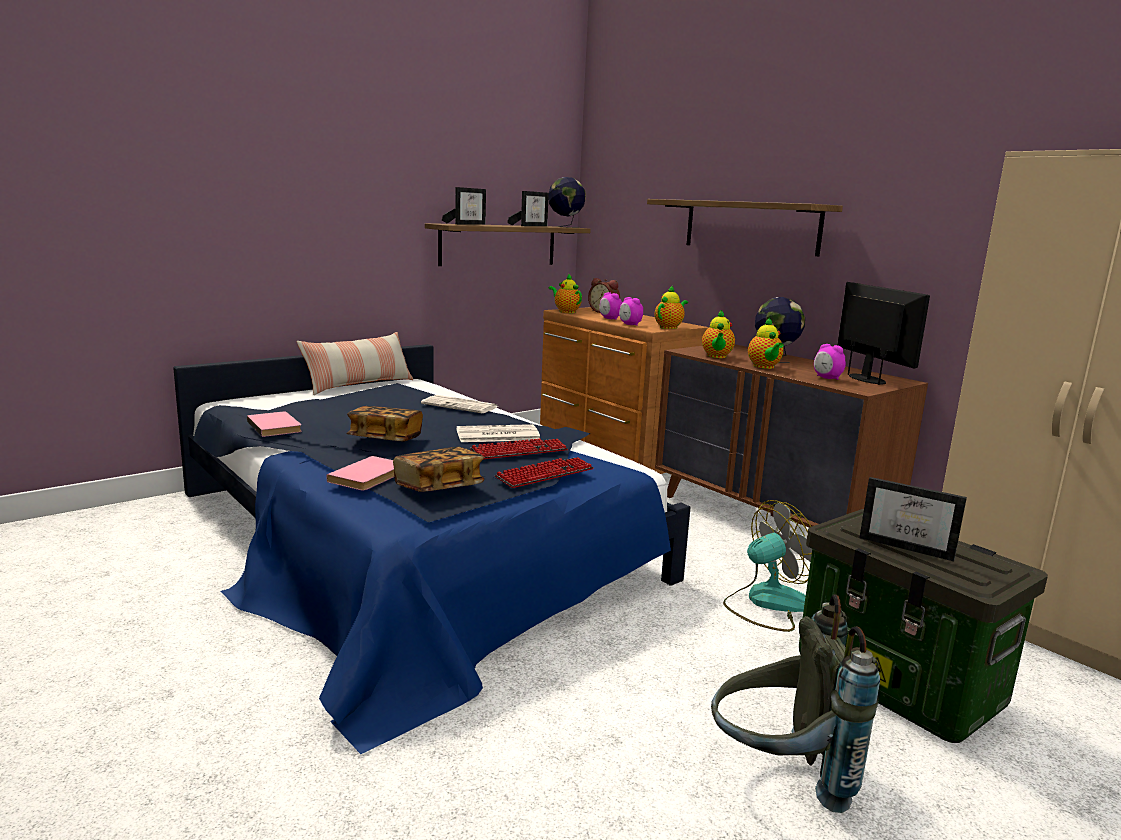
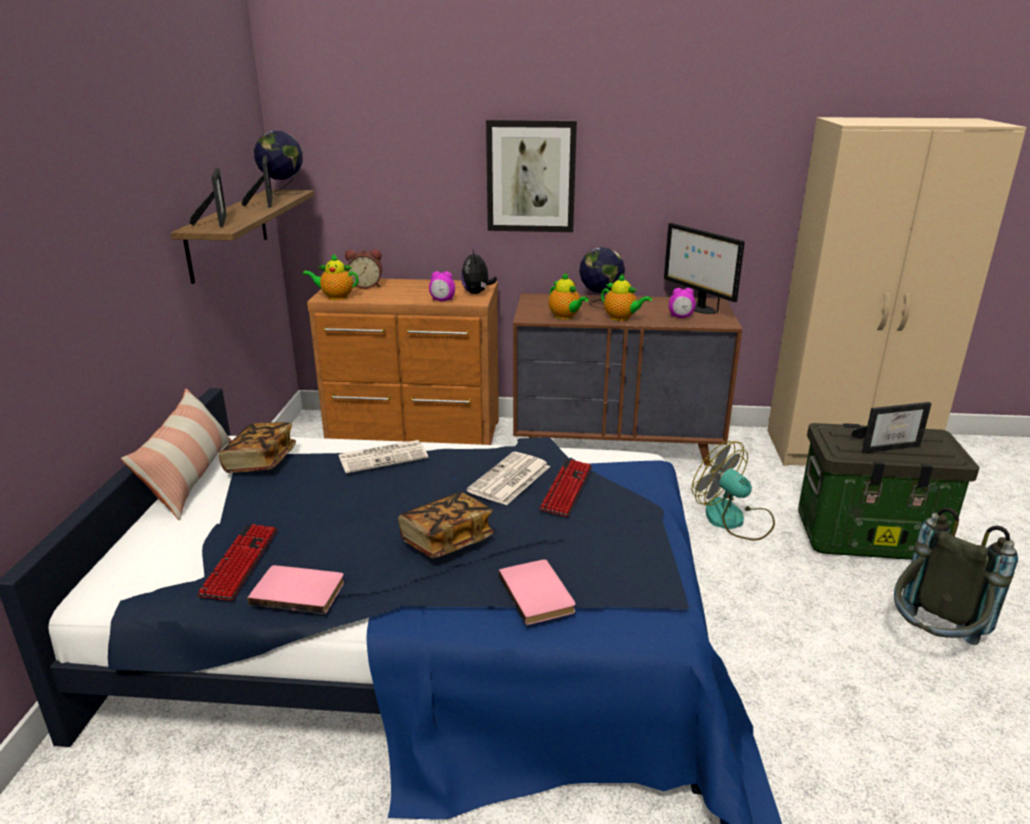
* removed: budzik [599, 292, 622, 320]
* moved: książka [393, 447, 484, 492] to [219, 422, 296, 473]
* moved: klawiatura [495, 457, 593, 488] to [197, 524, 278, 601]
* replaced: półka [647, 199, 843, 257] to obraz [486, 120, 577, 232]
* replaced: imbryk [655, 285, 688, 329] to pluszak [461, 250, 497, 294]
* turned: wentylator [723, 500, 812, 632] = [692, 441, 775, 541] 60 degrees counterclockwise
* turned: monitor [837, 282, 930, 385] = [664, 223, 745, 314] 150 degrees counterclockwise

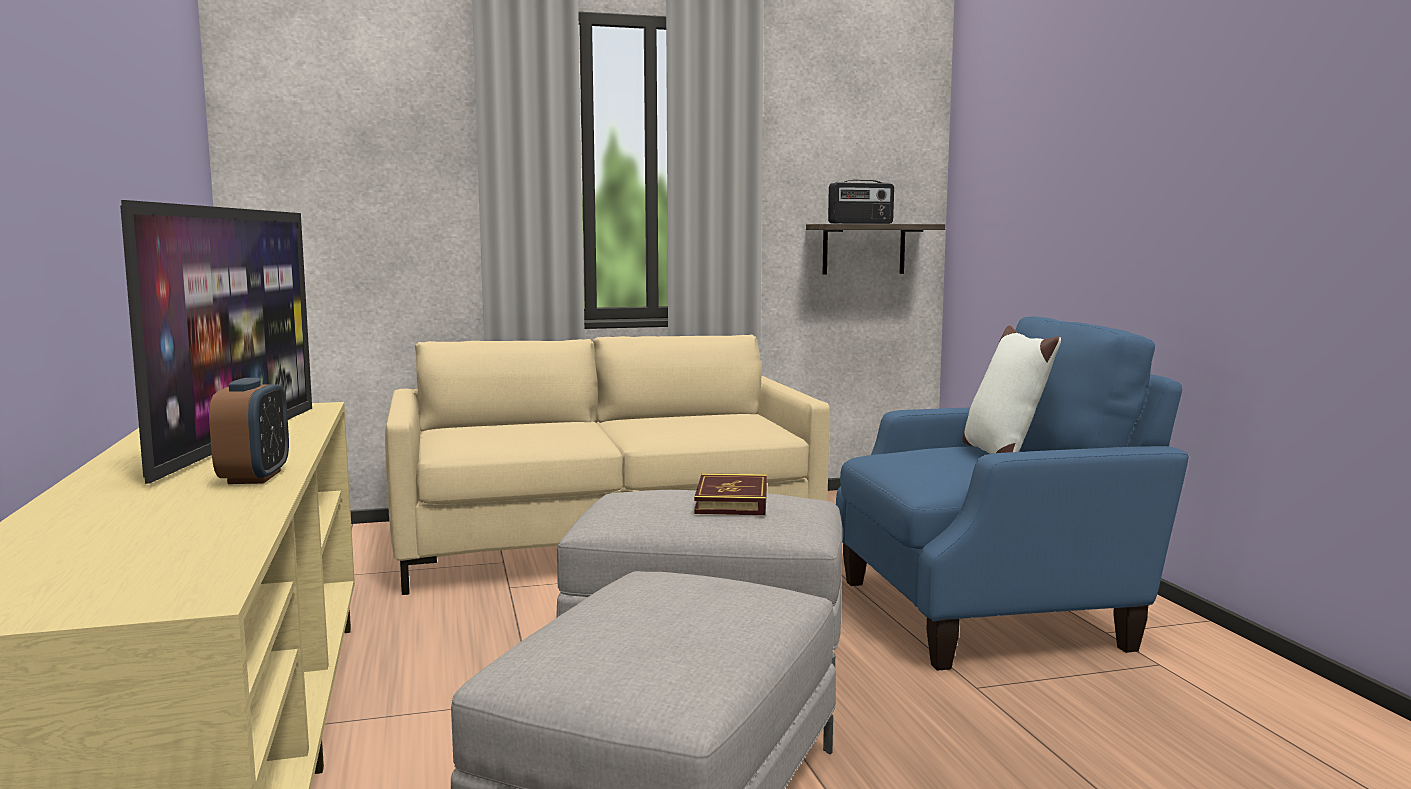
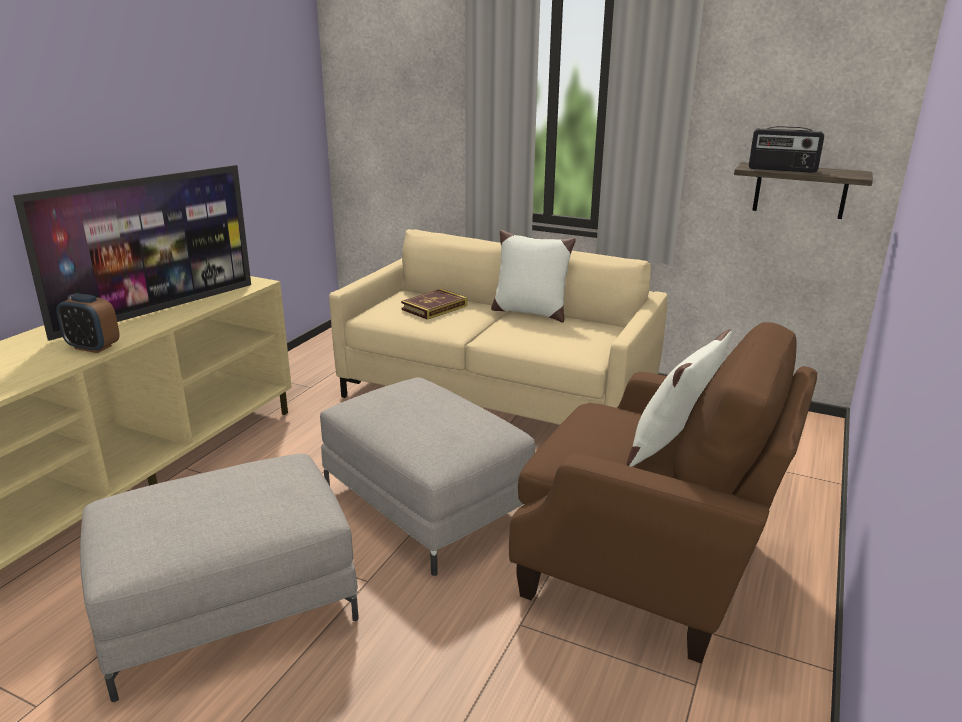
* added: poduszka [biały] [491, 230, 576, 323]
* moved: książka [694, 473, 767, 515] to [401, 289, 467, 320]
* recoloured: fotel [niebieski] [836, 316, 1189, 671] to fotel [brązowy] [509, 322, 817, 664]
* turned: budzik [209, 378, 289, 484] = [56, 294, 120, 353] 75 degrees clockwise

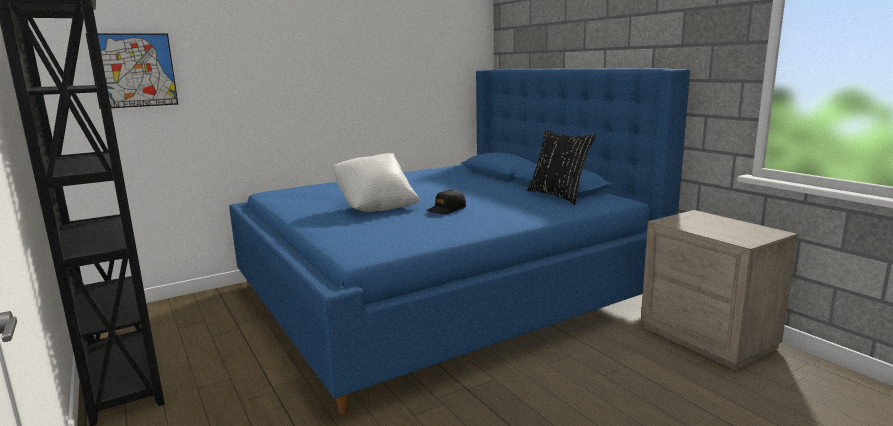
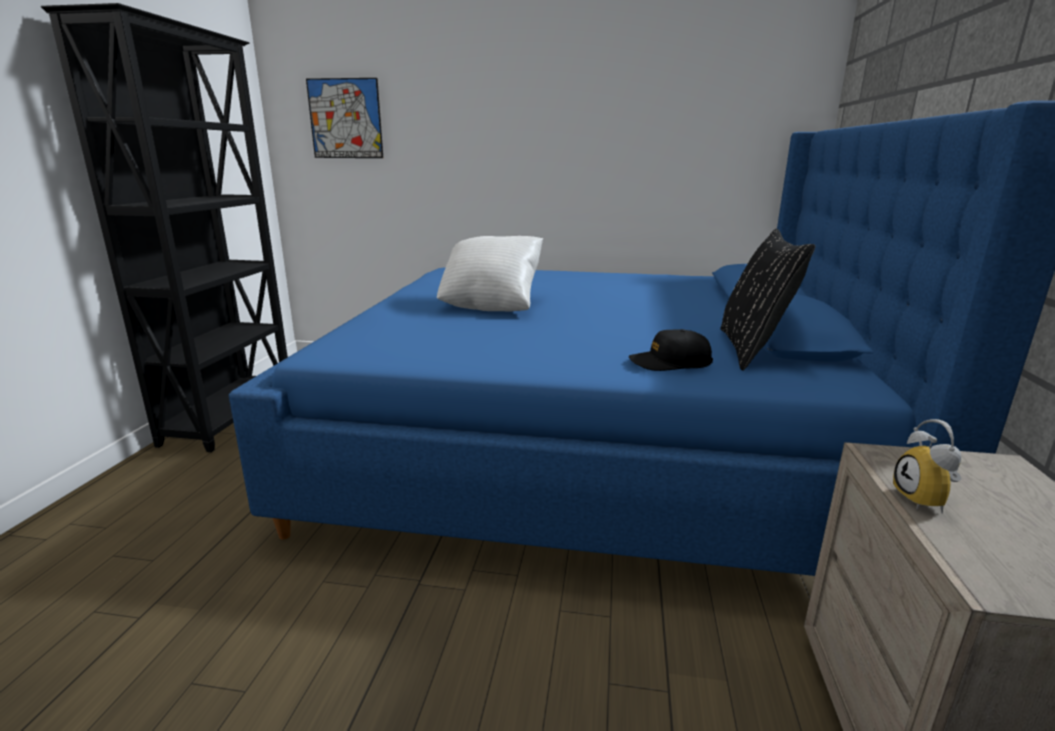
* added: budzik [893, 419, 961, 514]
* moved: czapka z daszkiem [czarny] [426, 190, 466, 214] to [629, 329, 713, 371]

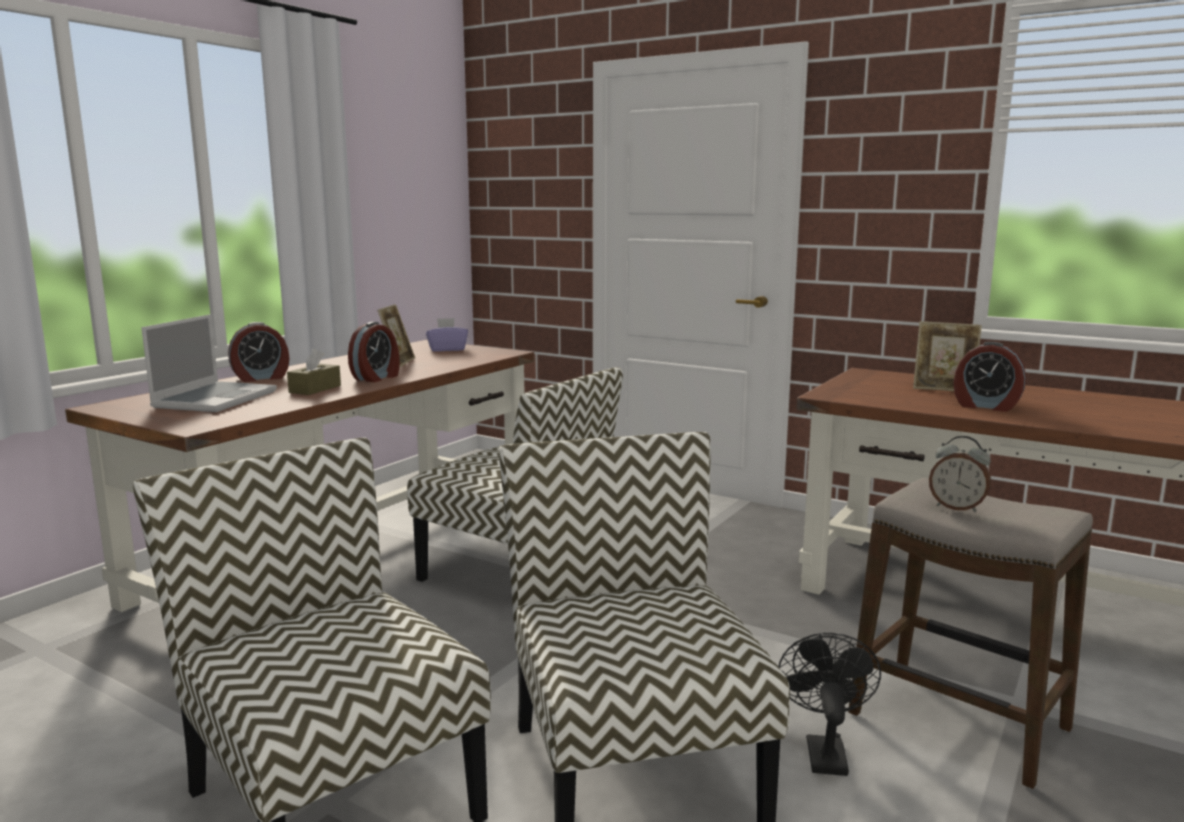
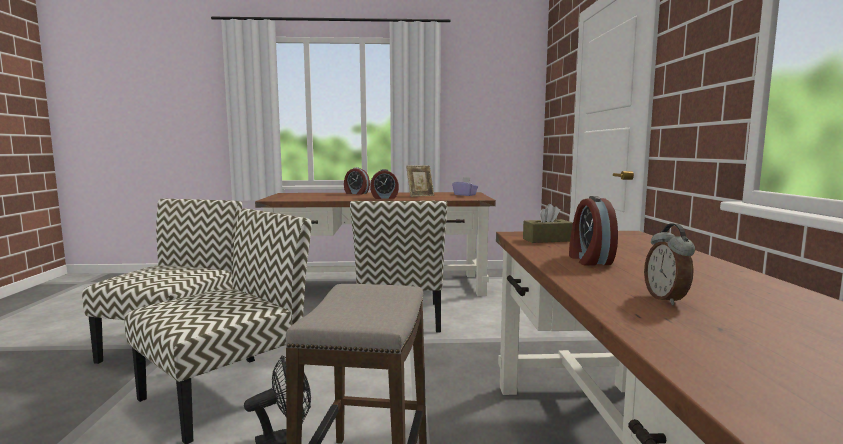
* removed: laptop [141, 314, 277, 412]
* removed: ramka na zdjęcie [913, 321, 982, 391]
* moved: pudełko chusteczek [brązowy] [287, 349, 341, 395] to [523, 204, 573, 243]
* moved: budzik [929, 436, 991, 512] to [644, 223, 695, 305]

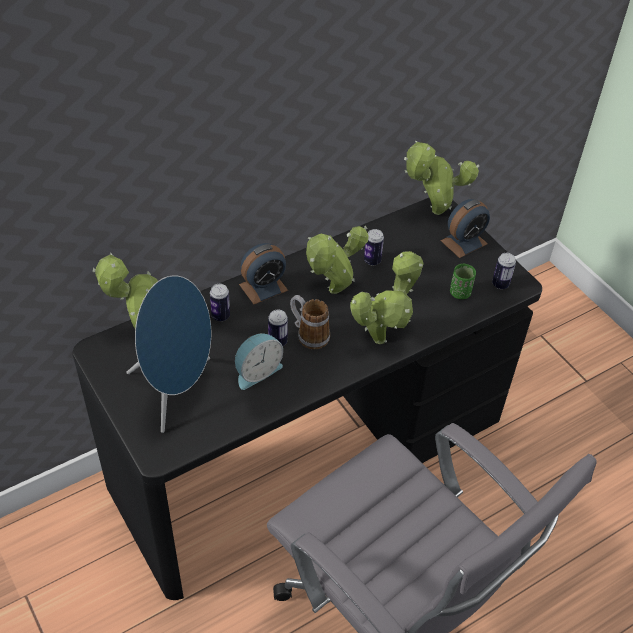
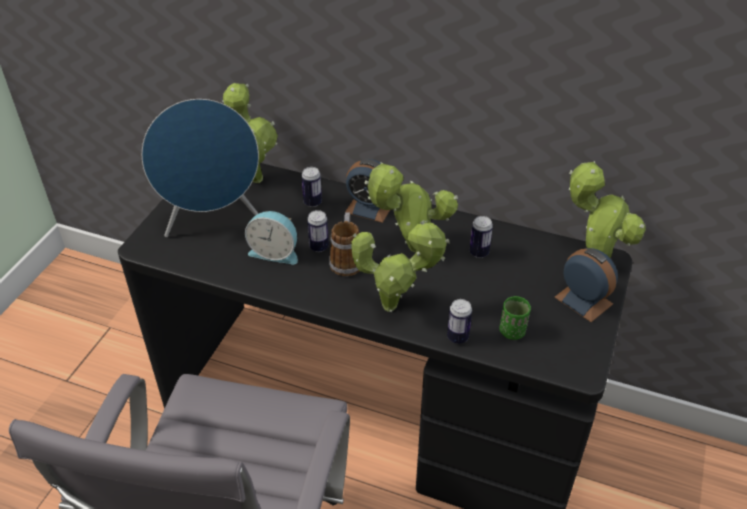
* moved: puszka [492, 253, 516, 289] to [447, 299, 472, 344]
* turned: budzik [441, 199, 490, 258] = [555, 248, 618, 322] 150 degrees counterclockwise

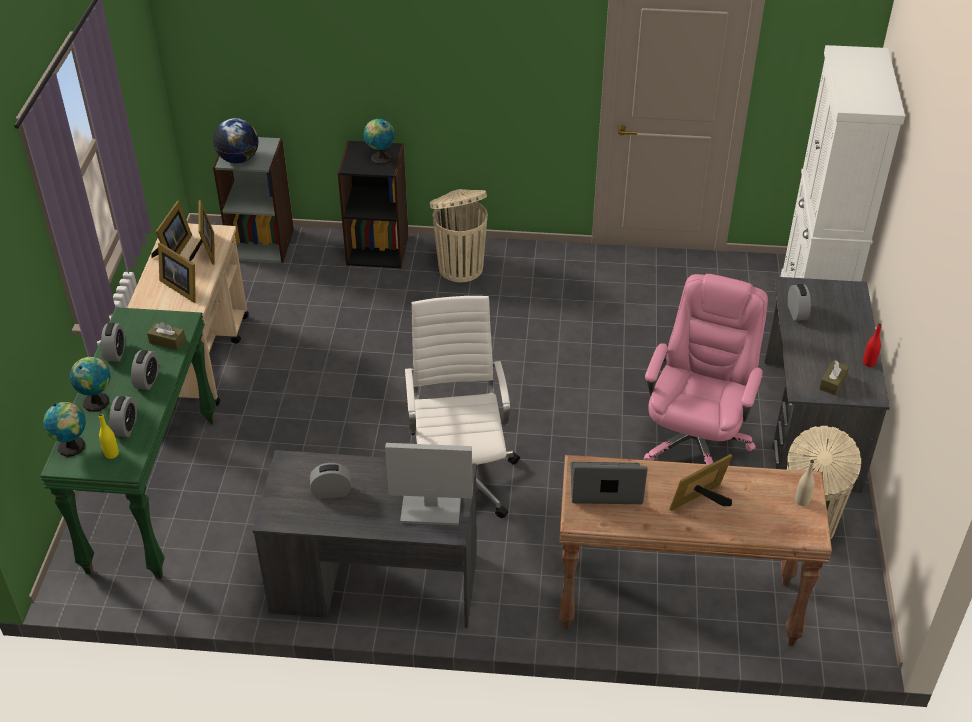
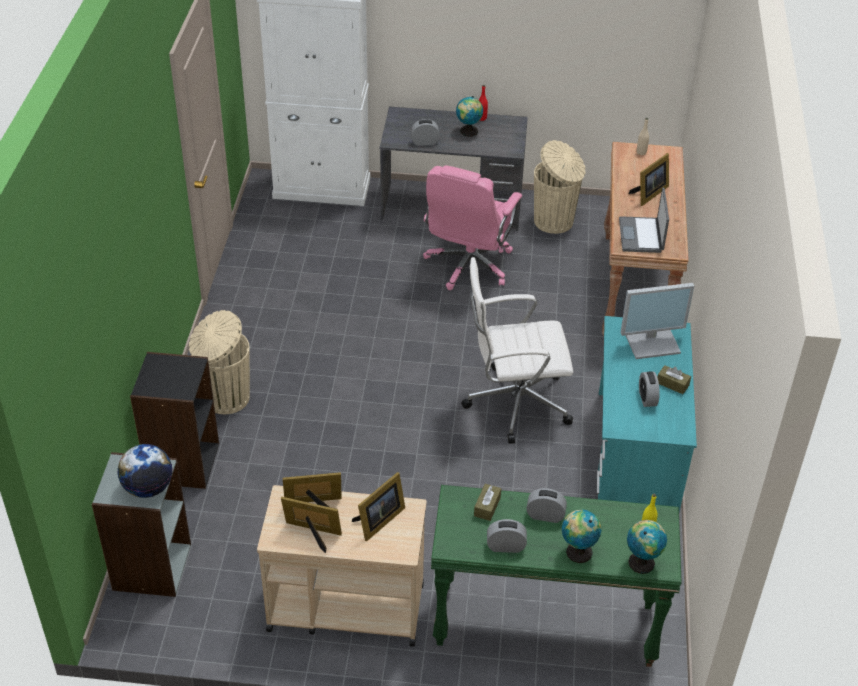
* removed: budzik [109, 396, 137, 437]
* moved: globus [364, 119, 395, 165] to [456, 96, 483, 137]
* moved: pudełko chusteczek [brązowy] [819, 361, 849, 395] to [658, 365, 691, 394]
* recoloured: biurko [szary] [252, 450, 477, 628] to biurko [turkusowy] [597, 316, 697, 512]
* turned: monitor [385, 443, 472, 525] = [620, 283, 694, 359] 105 degrees counterclockwise
* turned: krzesło biurowe [różowy] [644, 274, 768, 464] = [423, 165, 522, 290] 90 degrees counterclockwise
* turned: ramka na zdjęcie [670, 454, 732, 511] = [629, 153, 669, 206] 105 degrees counterclockwise

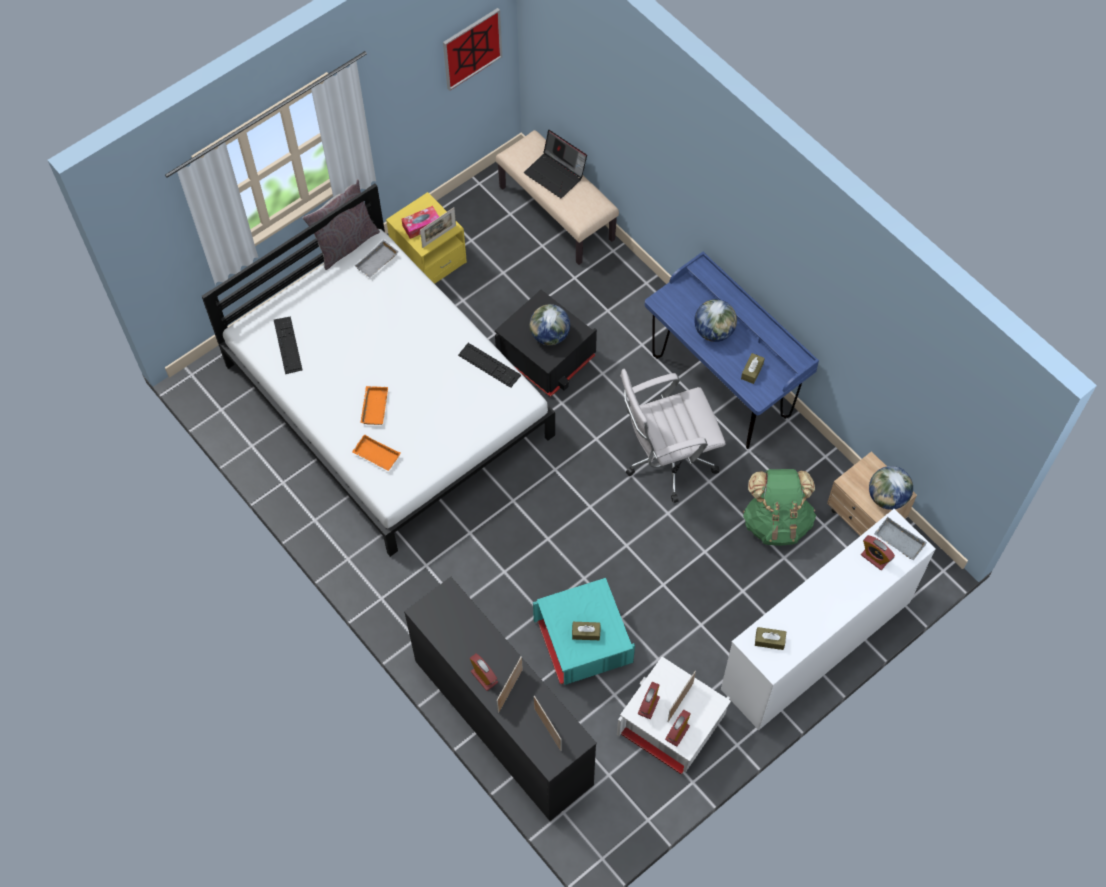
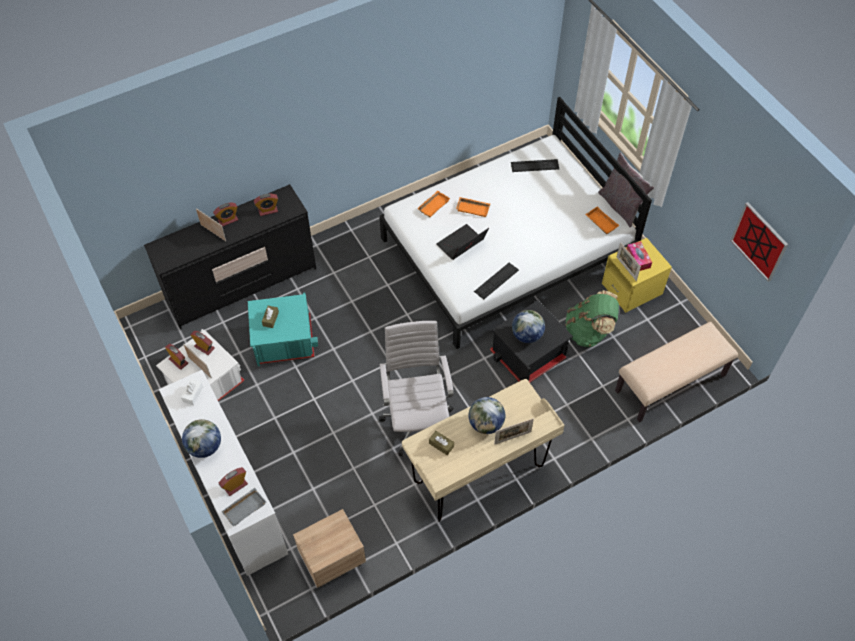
* added: budzik [254, 194, 278, 216]
* moved: laptop [524, 130, 587, 198] to [436, 224, 489, 260]
* moved: ramka na zdjęcie [534, 696, 562, 751] to [494, 418, 534, 445]
* moved: plecak [zielony] [743, 469, 816, 546] to [566, 290, 619, 347]
* moved: globus [869, 466, 913, 510] to [182, 419, 221, 458]
* recoloured: taca [szary] [355, 240, 398, 278] to taca [pomarańczowy] [585, 206, 619, 234]
* recoloured: biurko [niebieski] [645, 252, 819, 449] to biurko [beżowy] [402, 379, 565, 522]
* recoloured: pudełko chusteczek [brązowy] [755, 627, 786, 650] to pudełko chusteczek [biały] [181, 379, 203, 405]

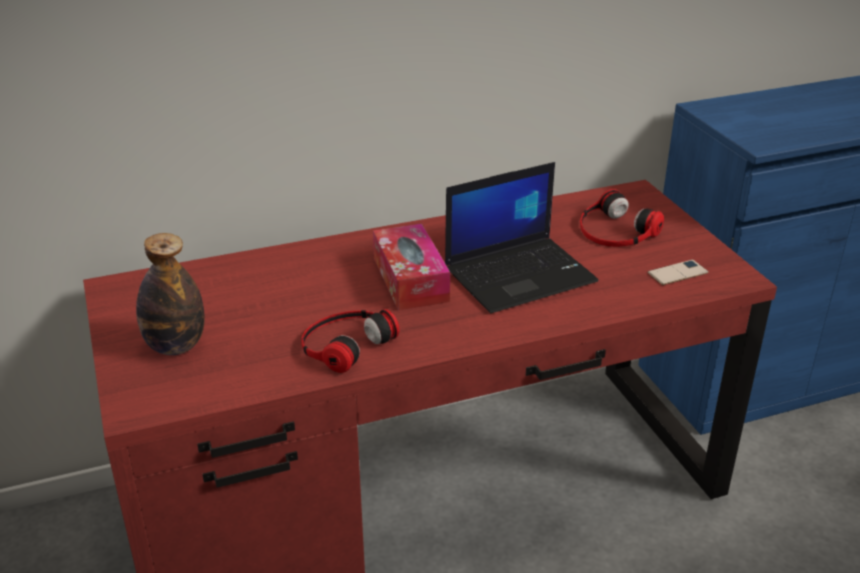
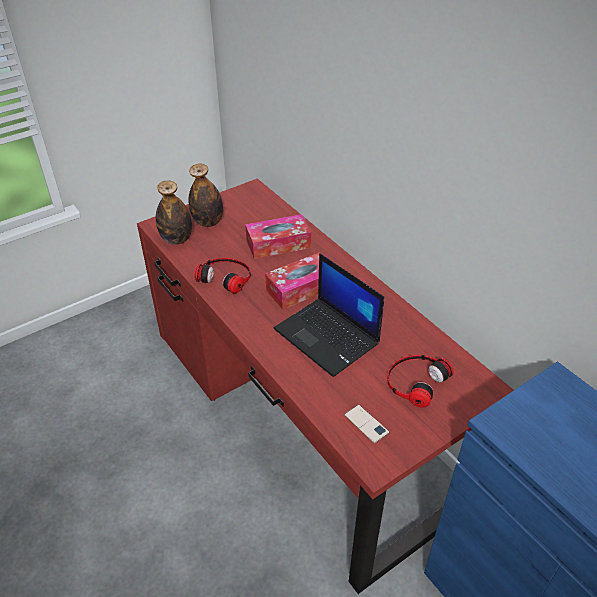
* added: butelka [156, 181, 192, 245]
* added: pudełko chusteczek [245, 214, 311, 259]

